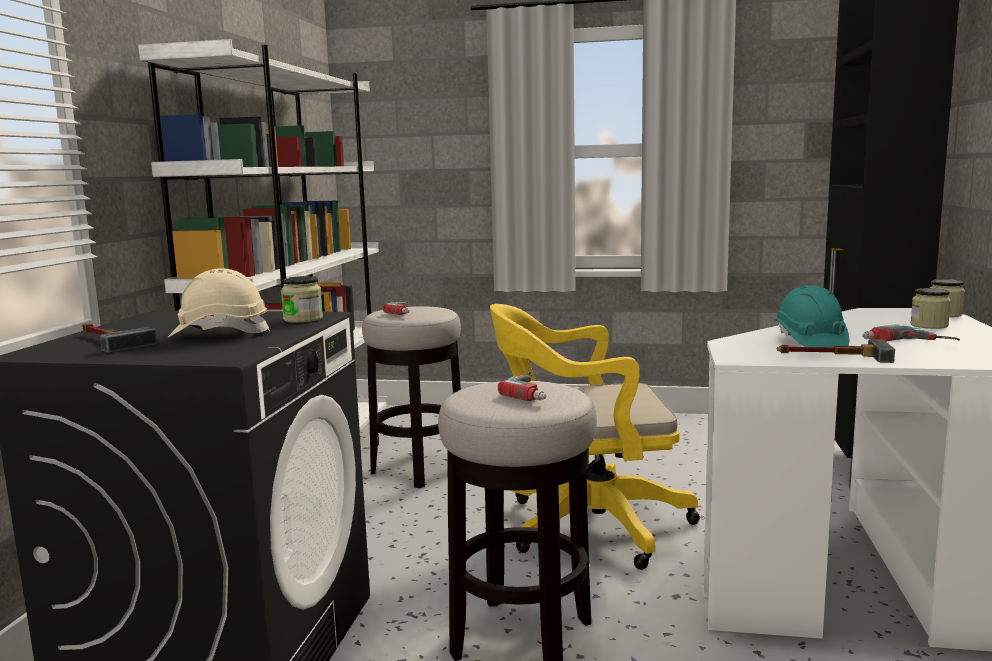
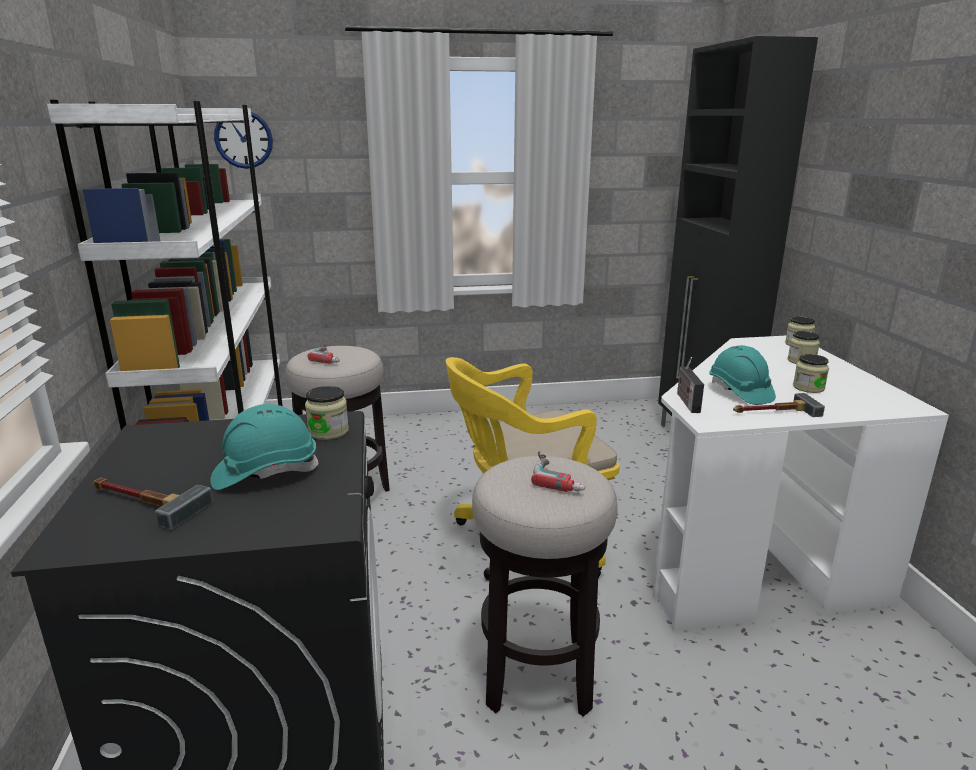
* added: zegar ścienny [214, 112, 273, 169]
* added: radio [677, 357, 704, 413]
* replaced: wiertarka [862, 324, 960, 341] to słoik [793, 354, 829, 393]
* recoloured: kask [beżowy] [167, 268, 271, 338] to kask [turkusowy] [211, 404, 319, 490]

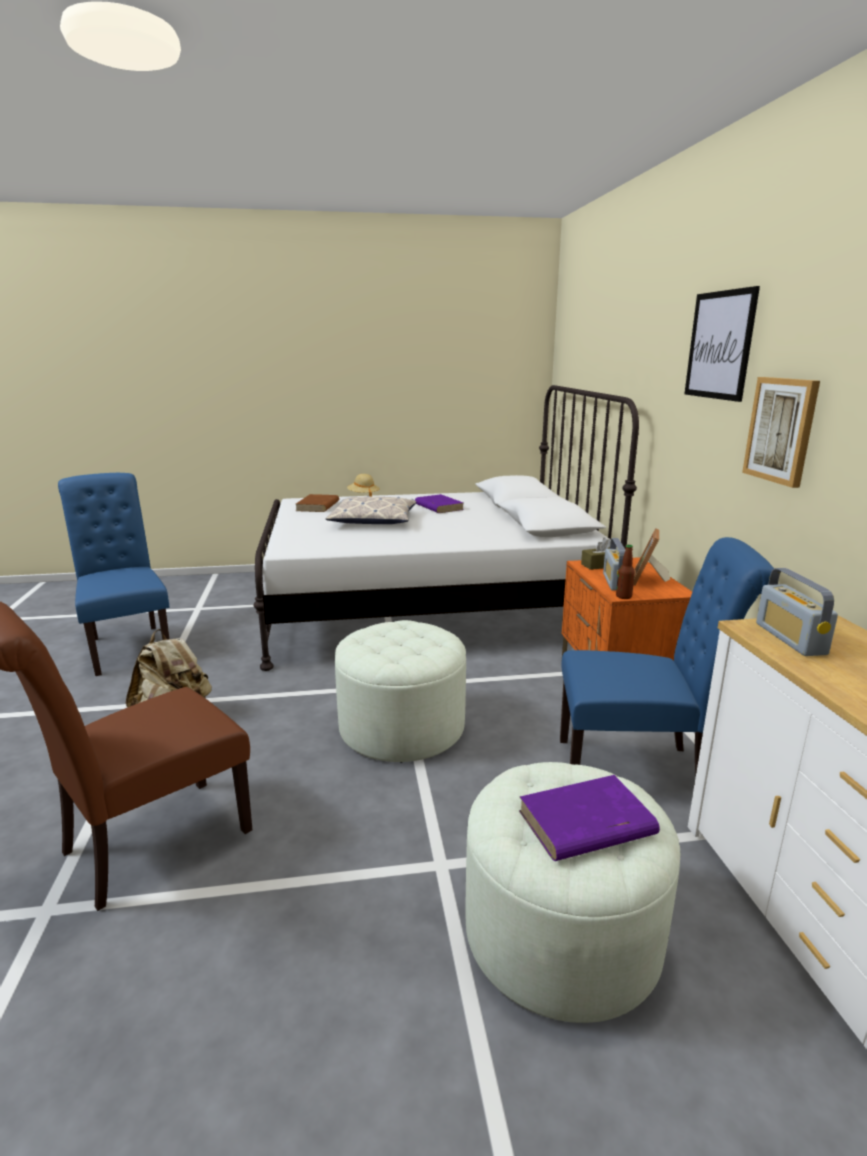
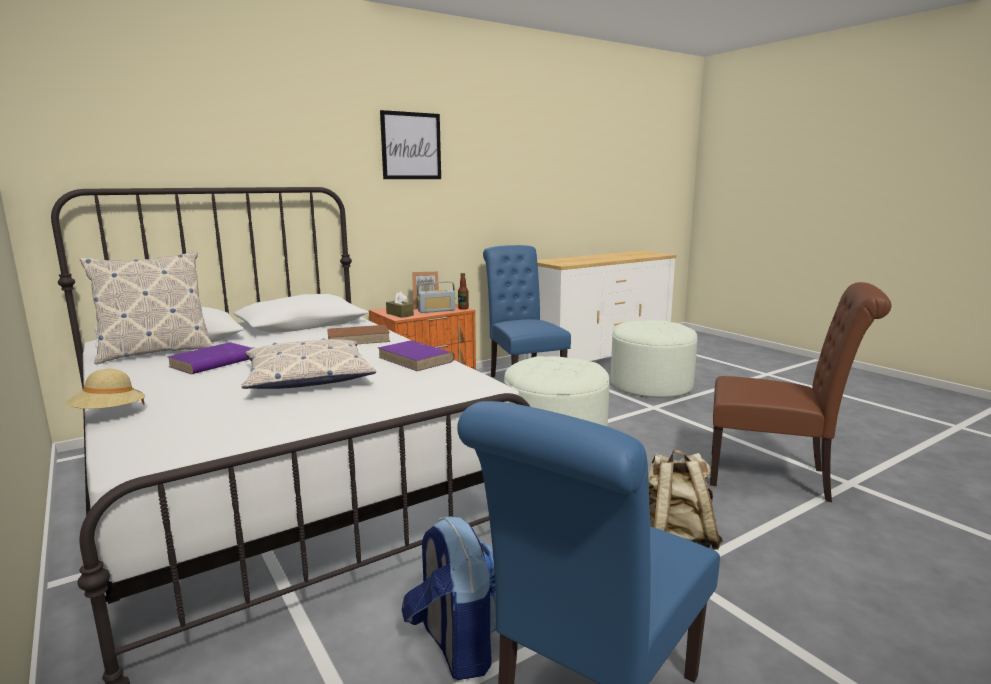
* removed: obraz [742, 377, 820, 488]
* removed: radio [756, 568, 838, 656]
* added: poduszka [80, 251, 213, 364]
* added: plecak [402, 516, 496, 680]
* moved: książka [brązowy] [296, 494, 339, 512] to [327, 325, 390, 344]
* moved: książka [fioletowy] [519, 775, 660, 861] to [378, 340, 455, 371]

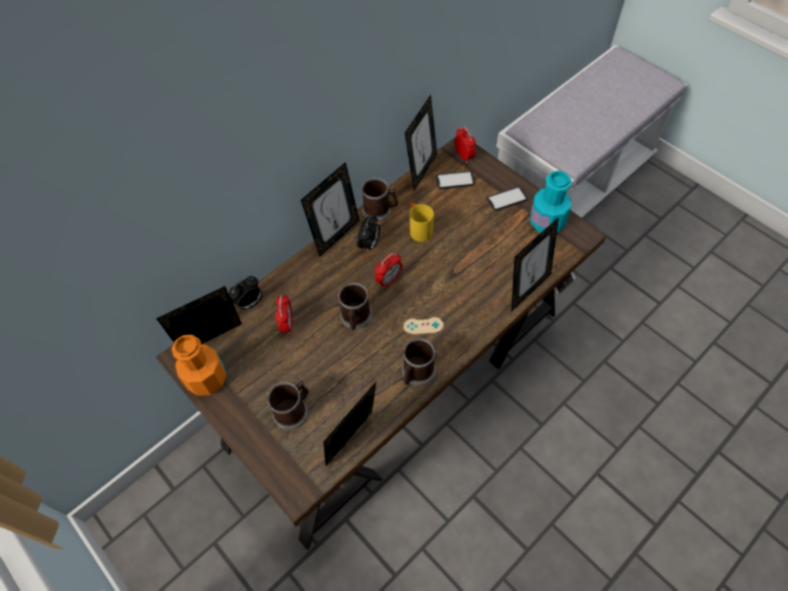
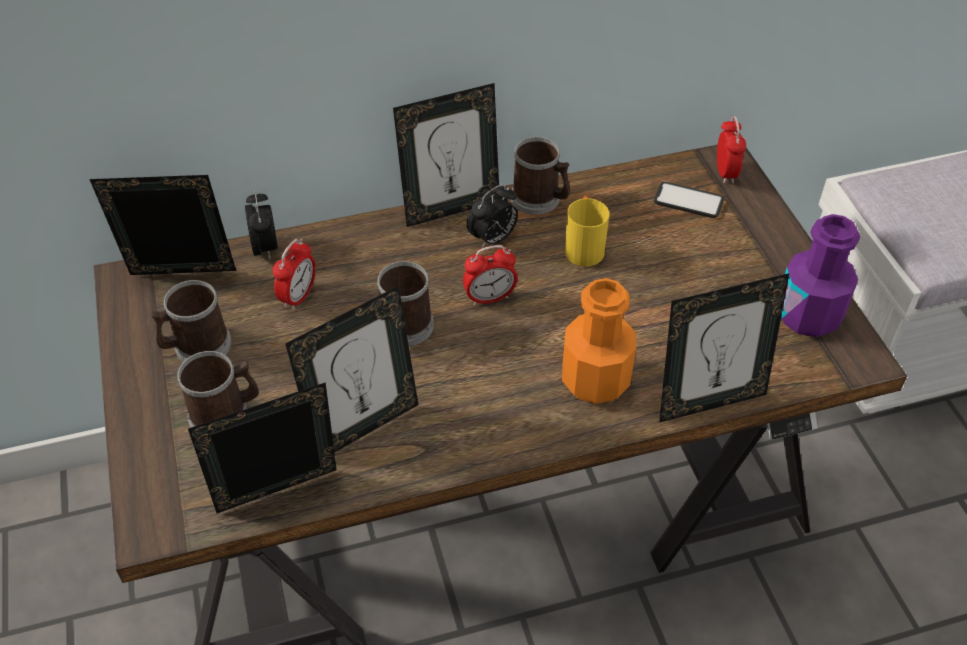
* removed: pad do gier [beżowy] [404, 317, 444, 334]
* removed: telefon [487, 187, 528, 211]
* moved: butelka [pomarańczowy] [172, 334, 227, 396] to [562, 278, 636, 404]
* moved: kubek [402, 338, 436, 386] to [151, 280, 232, 362]
* moved: ramka na zdjęcie [405, 95, 437, 190] to [285, 286, 418, 453]
* recoloured: butelka [turkusowy] [530, 171, 571, 232] to butelka [fioletowy] [781, 214, 860, 337]
* turned: budzik [229, 276, 262, 310] = [245, 191, 278, 260] 90 degrees counterclockwise

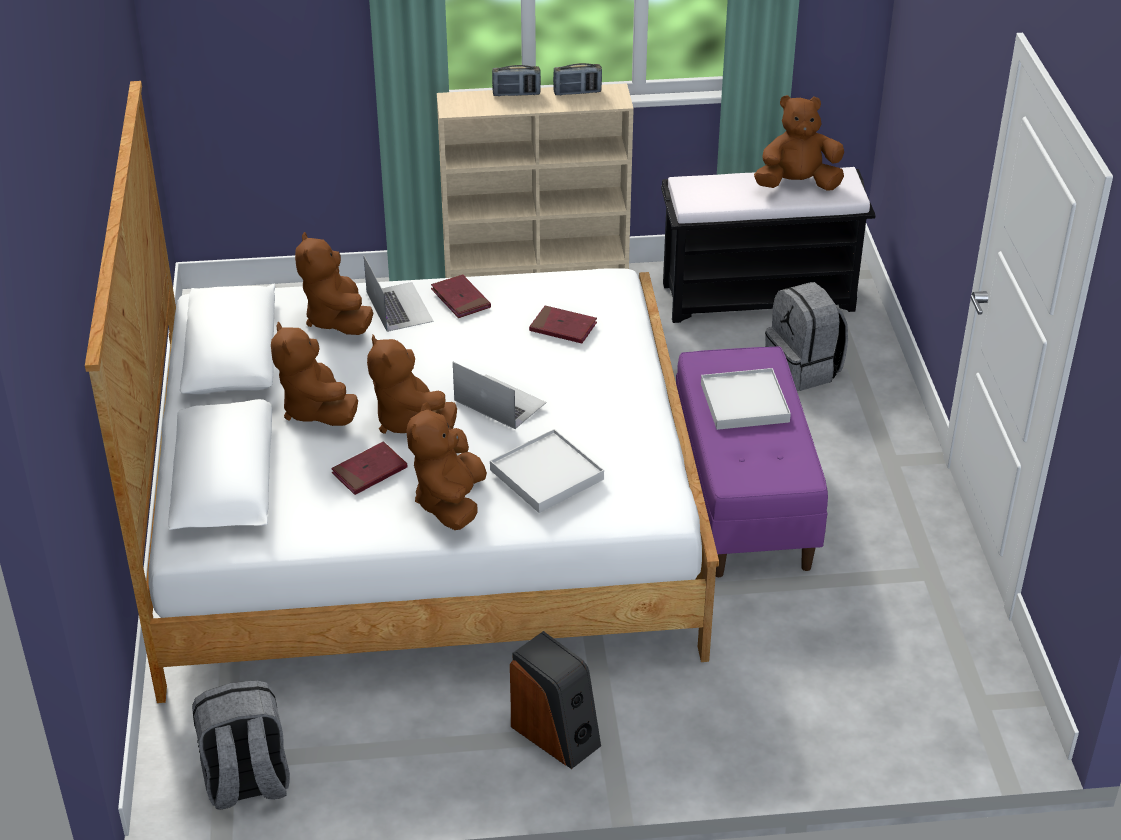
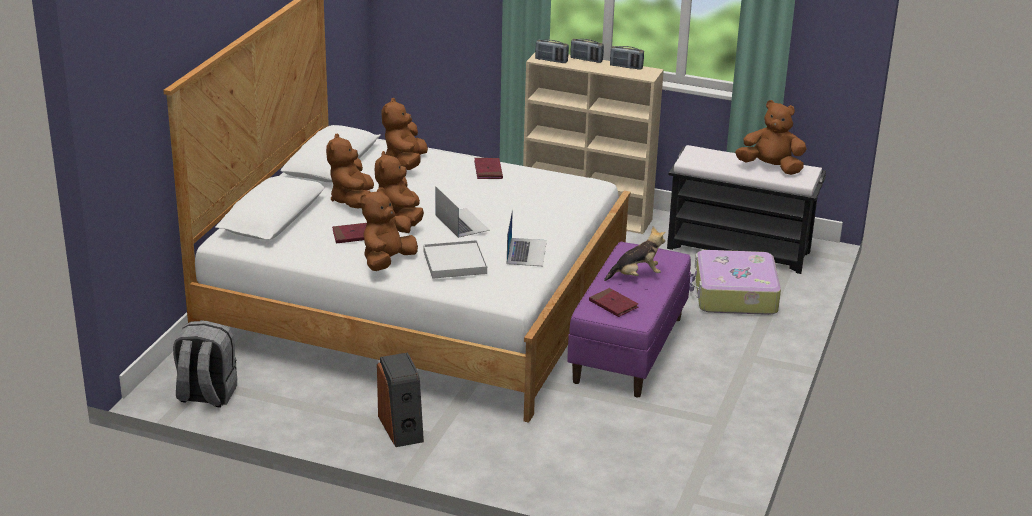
* added: radio [535, 40, 569, 63]
* moved: laptop [364, 256, 434, 332] to [507, 209, 547, 266]
* moved: książka [czerwony] [529, 306, 597, 344] to [589, 288, 639, 317]
* replaced: taca [biały] [701, 368, 791, 430] to pluszak [604, 227, 665, 281]
* replaced: plecak [szary] [765, 282, 848, 391] to walizka [689, 250, 781, 315]

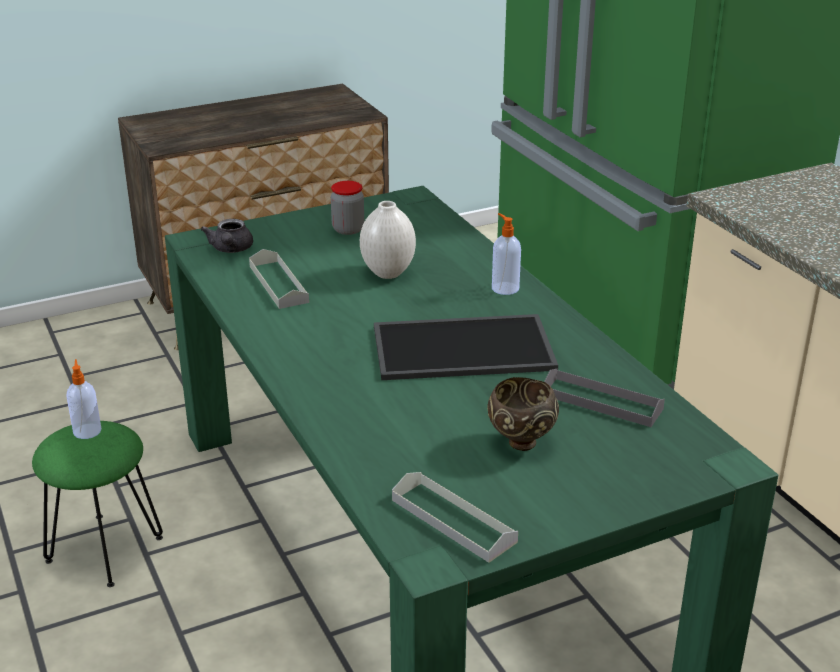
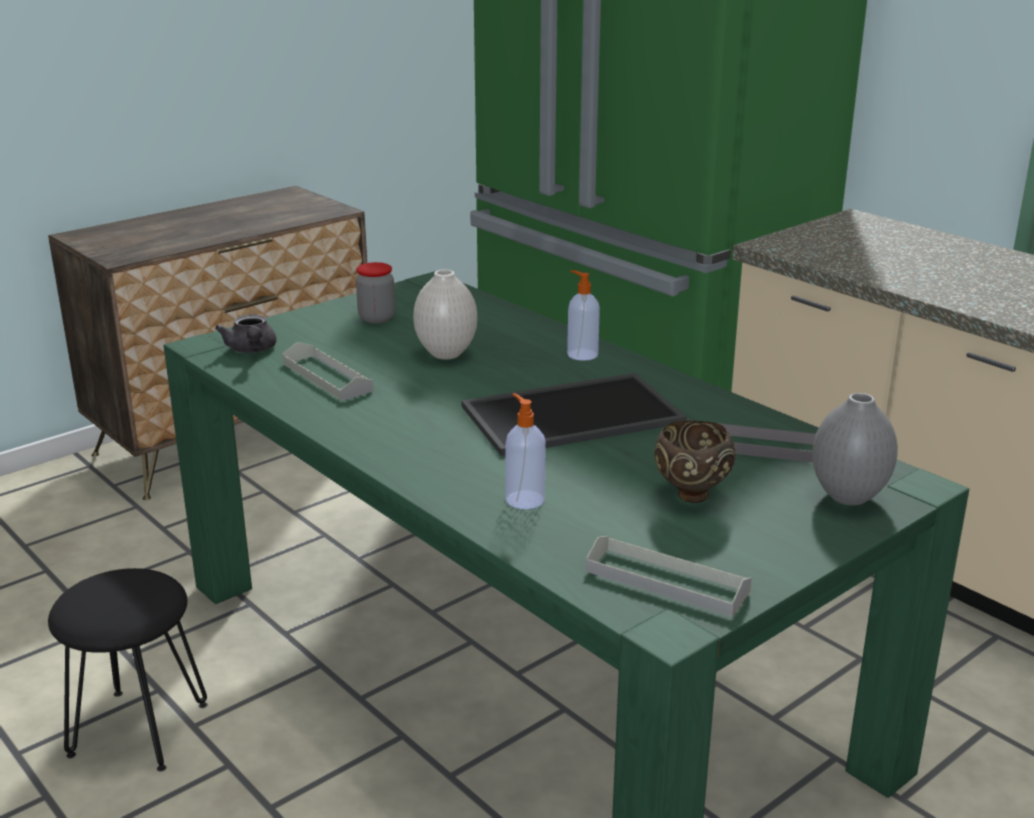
* added: wazon [szary] [812, 393, 898, 506]
* moved: dozownik mydła [66, 359, 101, 439] to [506, 393, 546, 509]
* recoloured: stołek [zielony] [32, 421, 163, 587] to stołek [czarny] [48, 568, 207, 771]

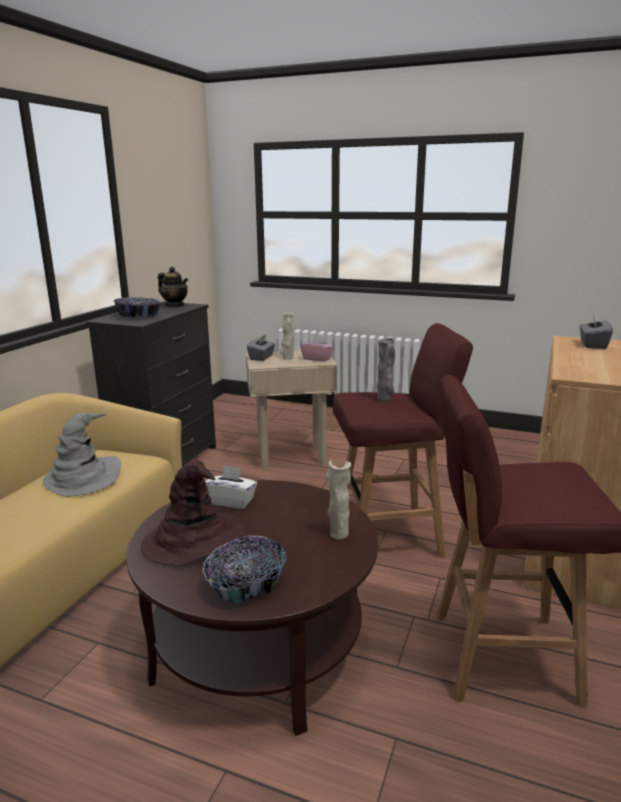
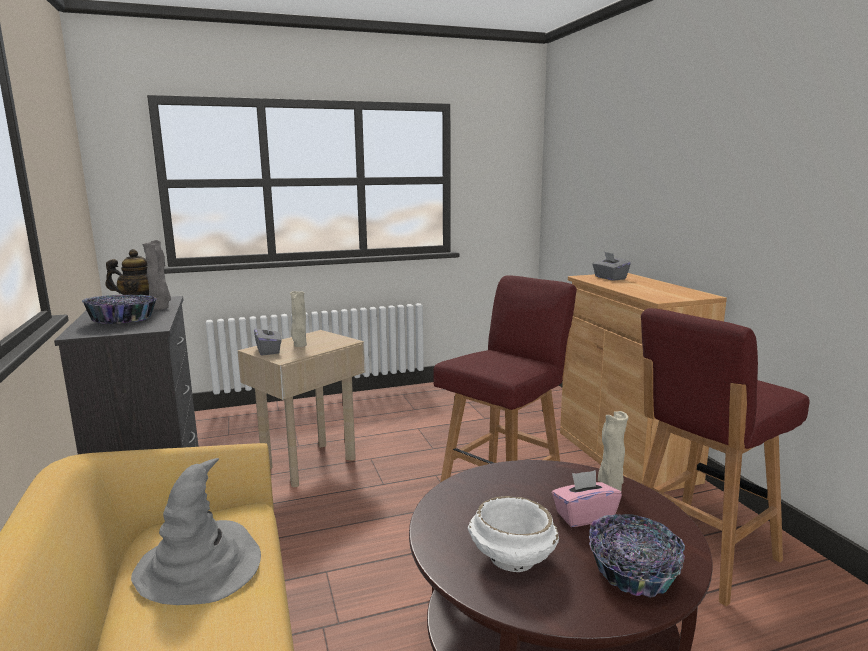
* removed: pudełko chusteczek [biały] [205, 465, 257, 509]
* moved: pudełko chusteczek [różowy] [300, 335, 334, 361] to [552, 470, 622, 527]
* moved: wazon [szary] [377, 338, 395, 401] to [142, 240, 171, 310]
* replaced: kapelusz [brązowy] [141, 460, 246, 566] to miska [biały] [468, 496, 559, 572]

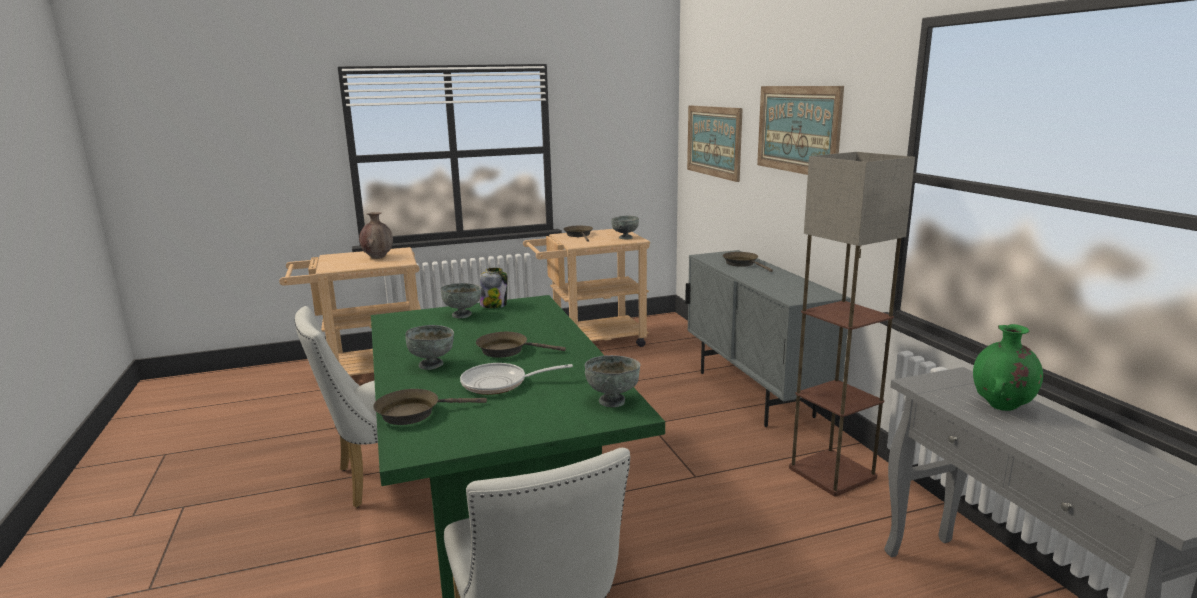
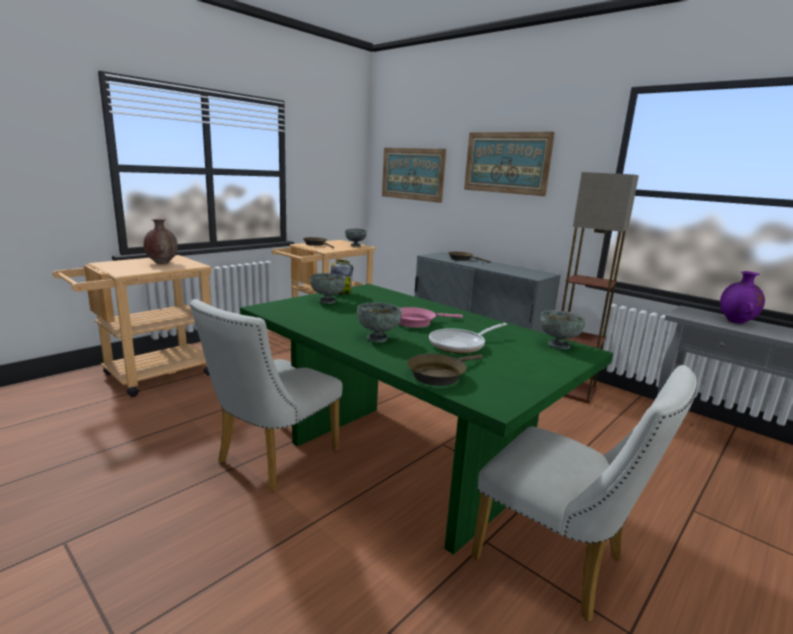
* recoloured: patelnia [brązowy] [476, 332, 566, 358] to patelnia [różowy] [399, 307, 463, 328]
* recoloured: wazon [zielony] [973, 324, 1043, 411] to wazon [fioletowy] [720, 271, 765, 324]

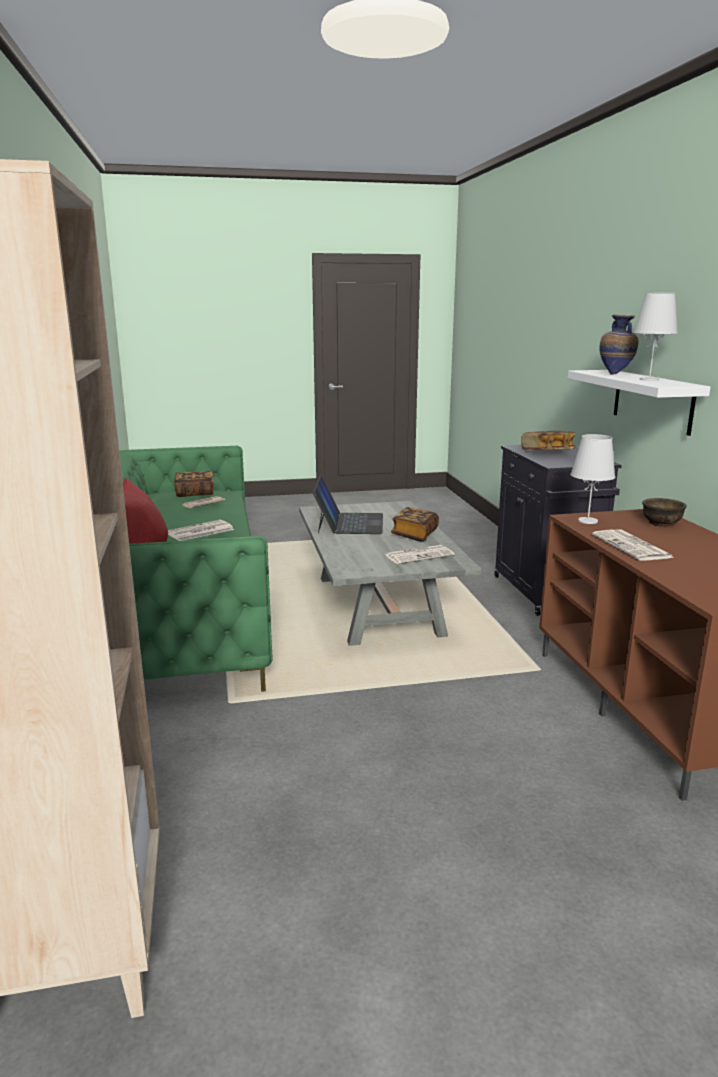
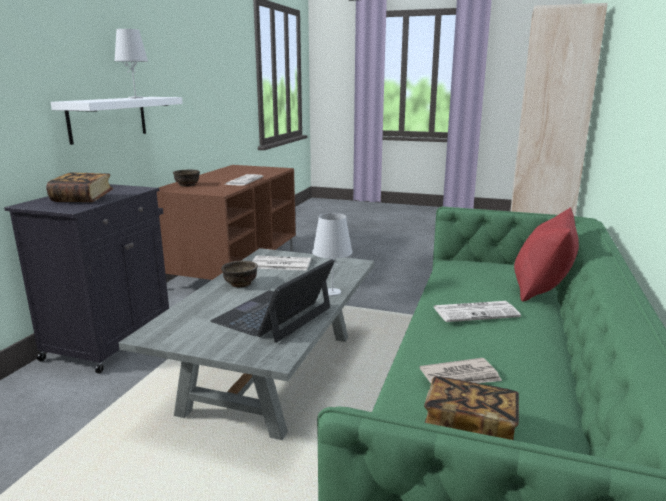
* removed: wazon [599, 314, 638, 374]
* moved: lampa stołowa [biały] [570, 434, 615, 524] to [312, 213, 353, 296]
* replaced: książka [391, 507, 439, 541] to miska [brązowy] [221, 261, 258, 287]

